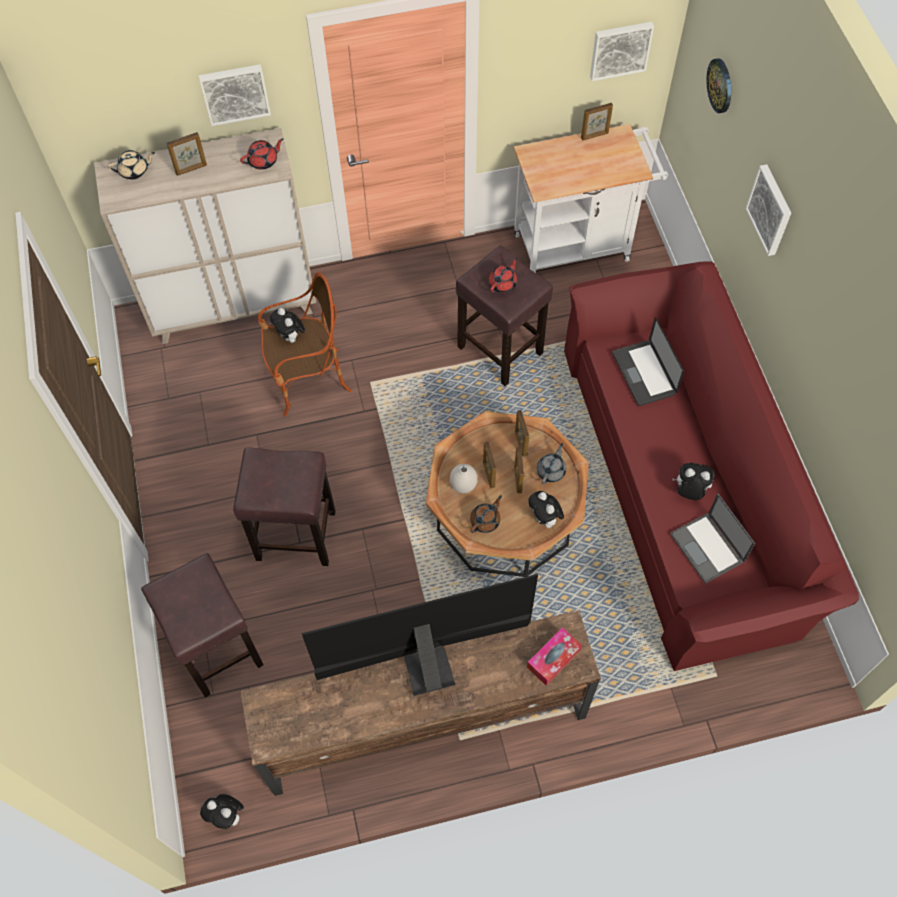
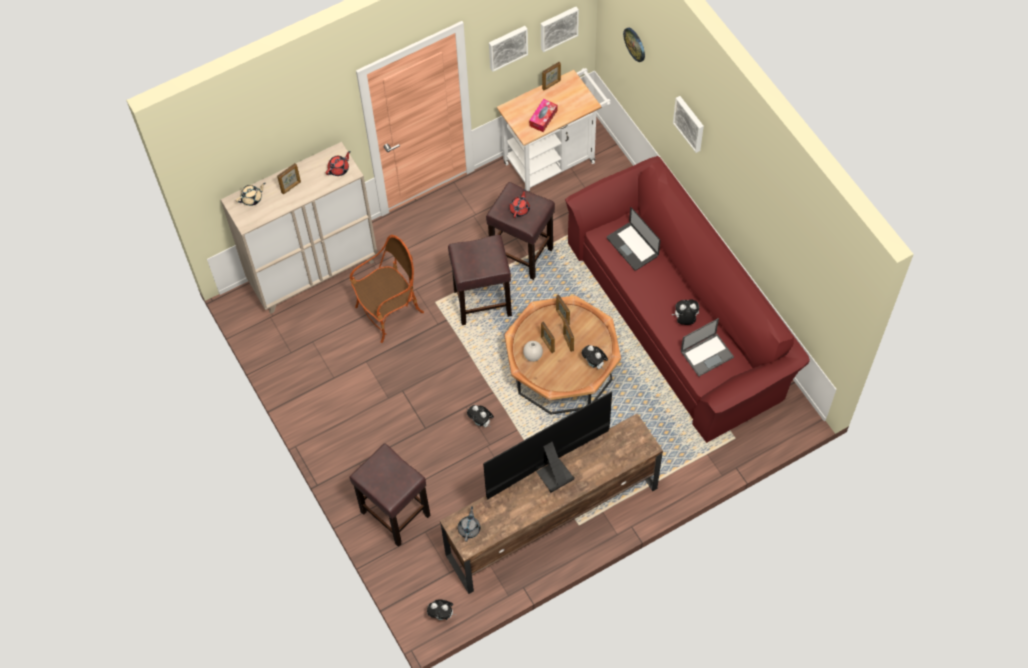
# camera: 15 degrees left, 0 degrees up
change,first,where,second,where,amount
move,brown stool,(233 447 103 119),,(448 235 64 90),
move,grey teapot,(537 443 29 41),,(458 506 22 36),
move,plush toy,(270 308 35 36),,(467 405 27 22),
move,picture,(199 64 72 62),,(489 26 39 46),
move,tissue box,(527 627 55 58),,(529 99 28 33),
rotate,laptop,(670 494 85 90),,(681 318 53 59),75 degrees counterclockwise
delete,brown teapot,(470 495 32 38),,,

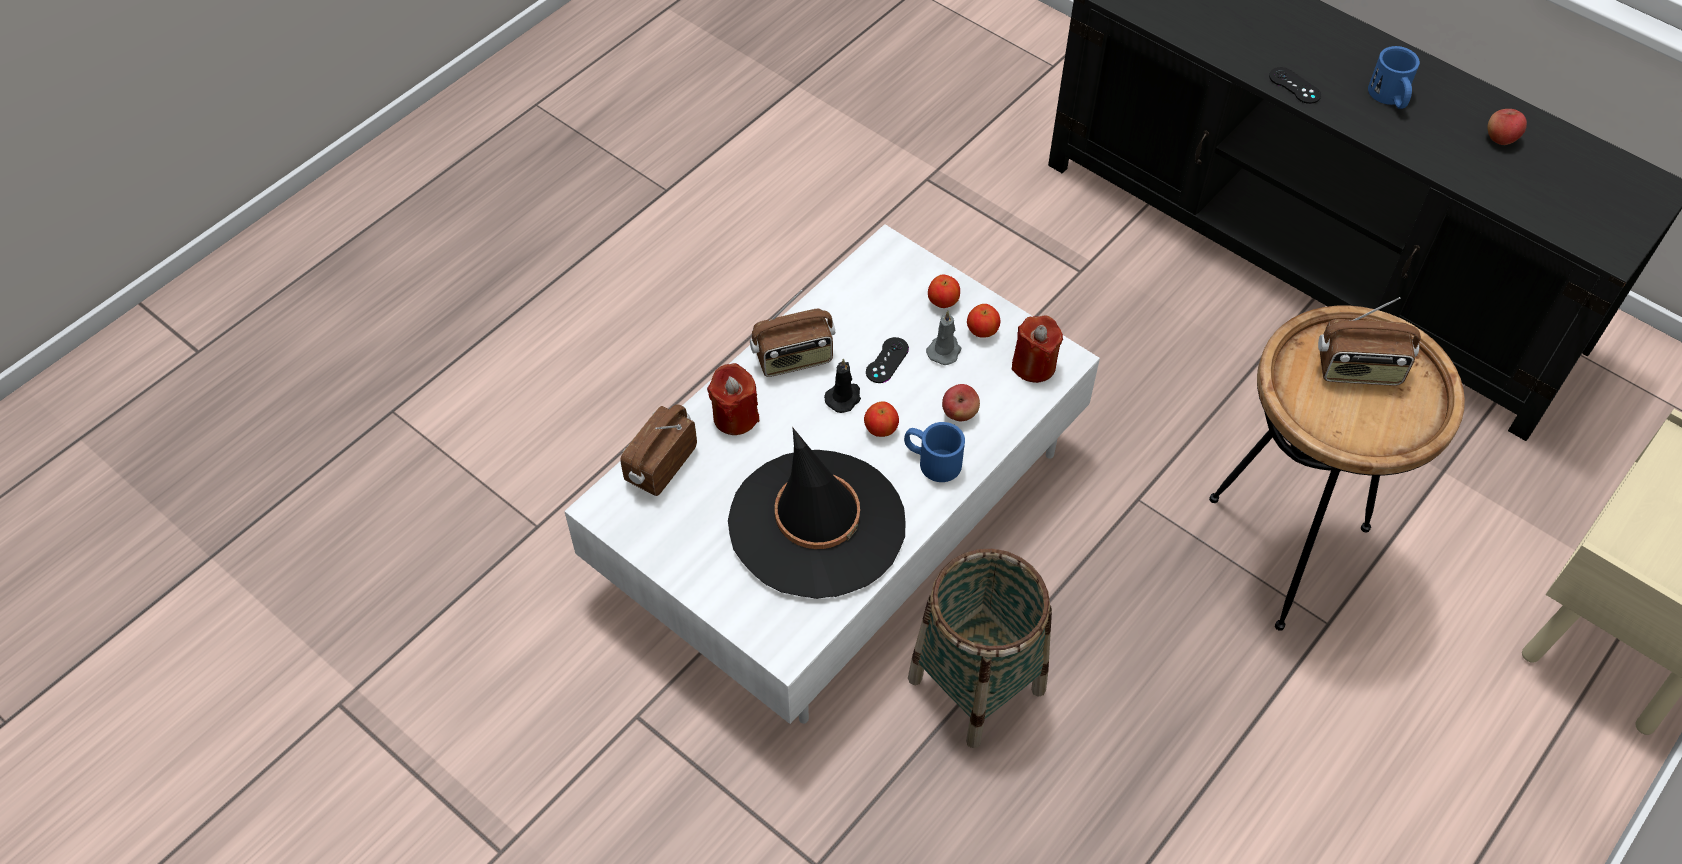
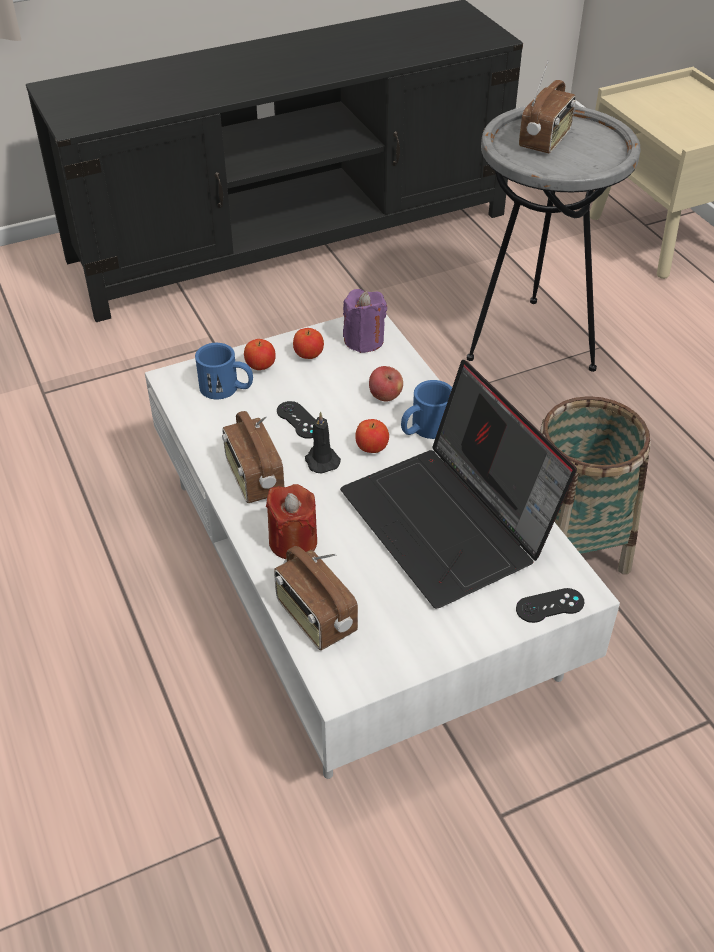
# camera: 65 degrees left, 10 degrees down
change,first,where,second,where,amount
move,blue mug,(1368 46 52 63),,(195 343 58 56),
rotate,radio,(750 290 85 87),,(222 411 63 92),150 degrees clockwise
replace,black hat,(728 428 178 171),laptop,(340 360 237 248),
recolor,red candle,(1012 315 51 68),purple candle,(343 289 44 64),
recolor,brown side table,(1209 306 256 325),grey side table,(467 106 173 266),
move,black game controller,(1269 67 52 37),,(516 588 68 35),
delete,grey candle,(926 311 35 54),,,
delete,apple,(1488 109 39 36),,,

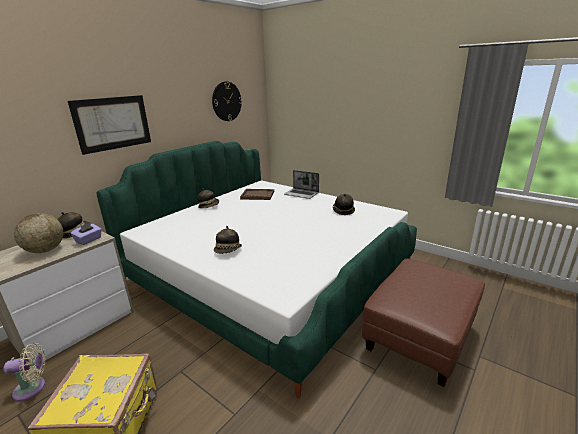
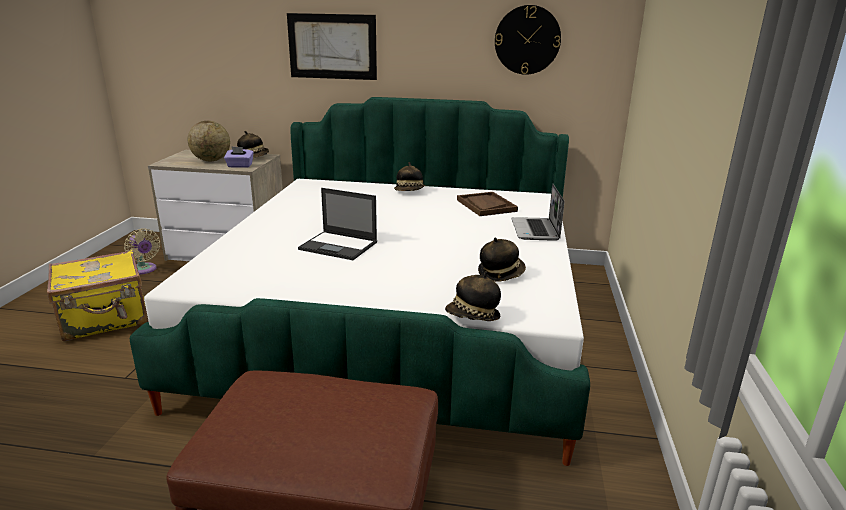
# camera: 60 degrees right, 0 degrees up
change,first,where,second,where,amount
insert,,,laptop,(298 188 79 72),
move,hat,(214 226 28 28),,(445 271 56 50),

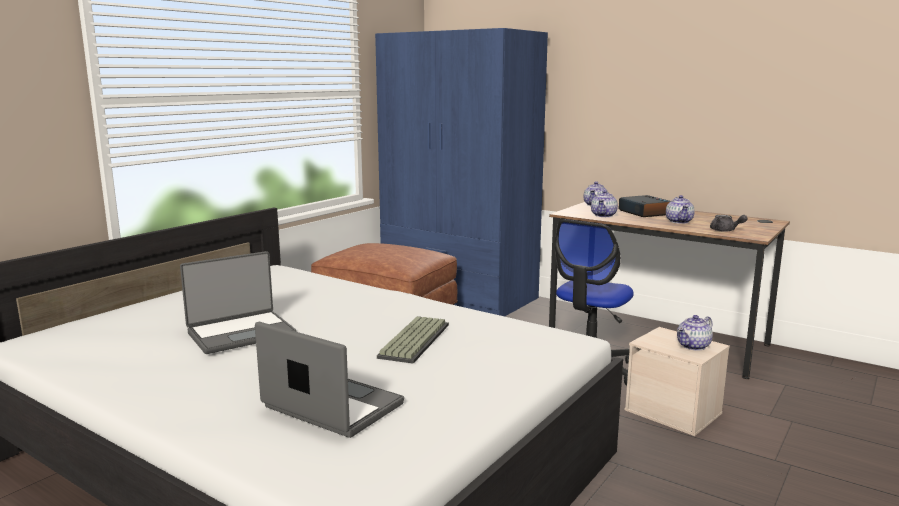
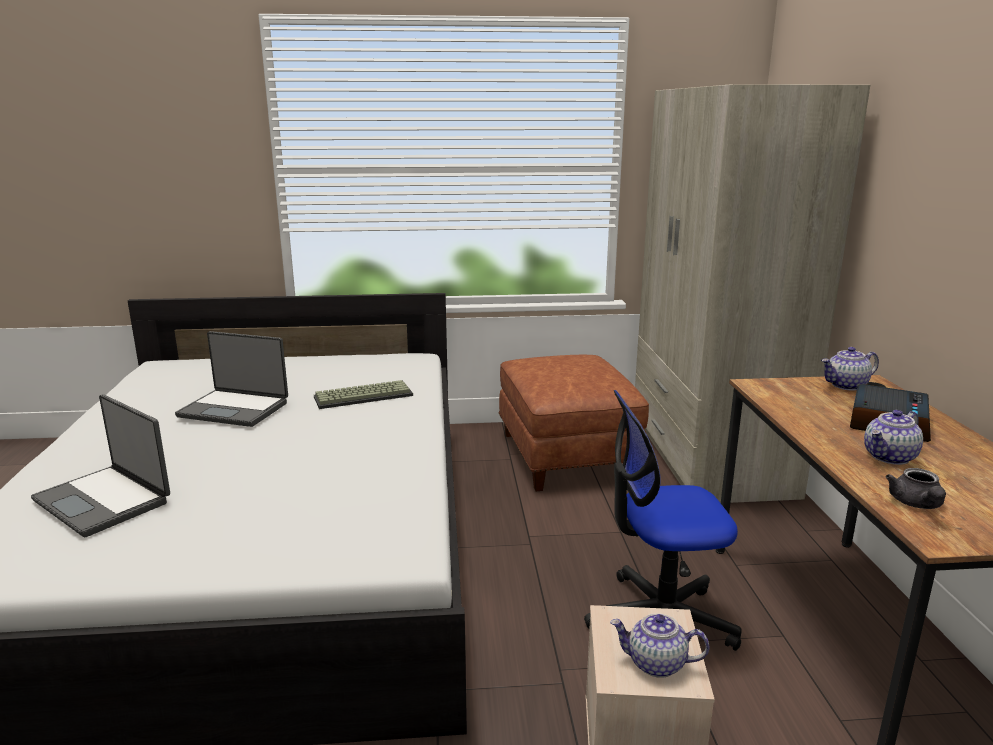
# camera: 50 degrees right, 5 degrees up
change,first,where,second,where,amount
rotate,laptop,(255 322 149 116),,(31 394 139 143),135 degrees clockwise
move,keyboard,(377 316 72 48),,(314 380 99 29),
recolor,blue wardrobe,(375 28 173 289),beige wardrobe,(635 84 235 419),
delete,teapot,(591 190 27 27),,,

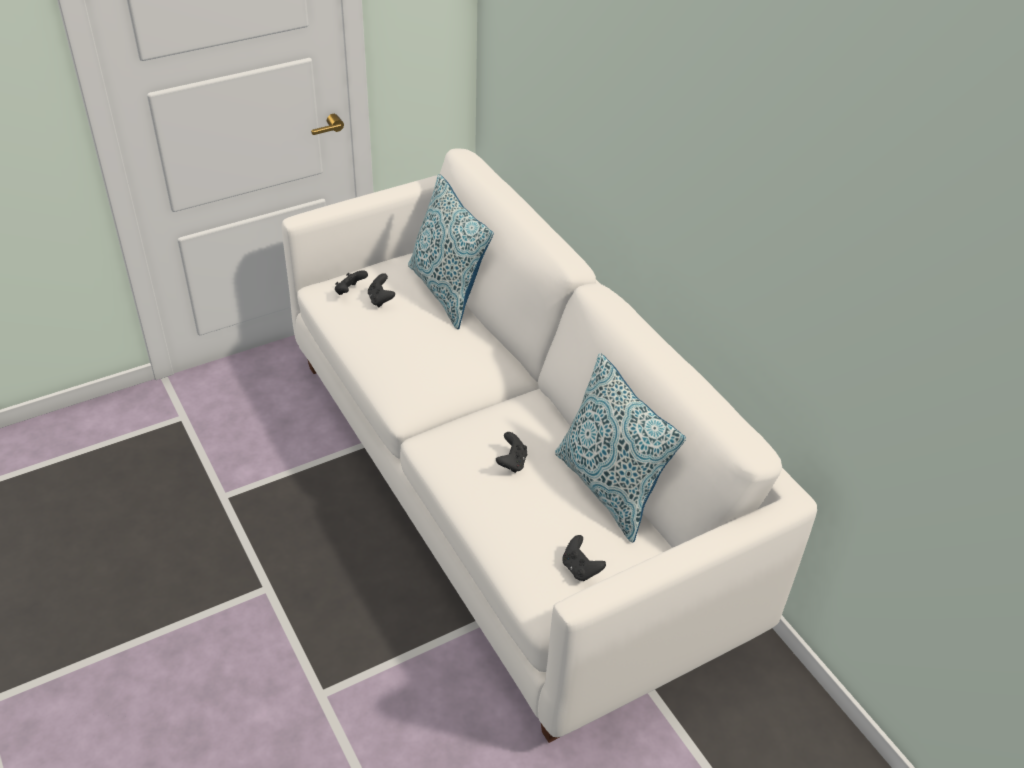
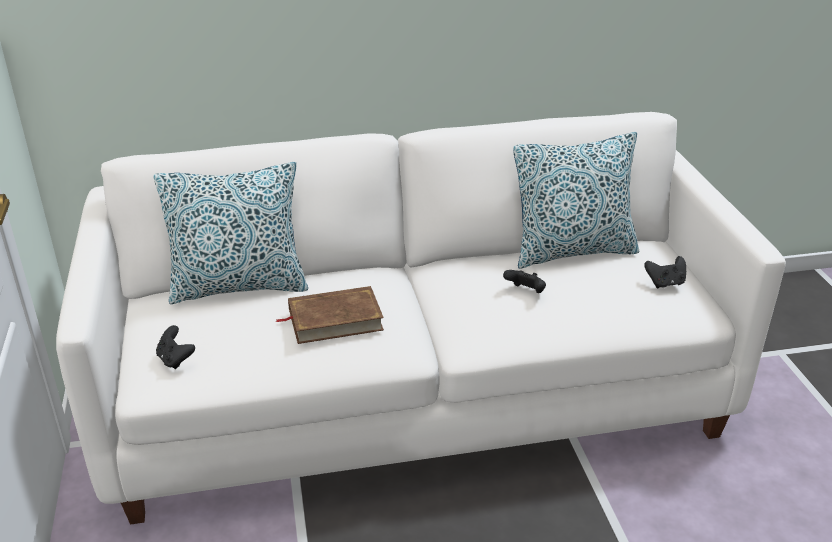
# camera: 70 degrees left, 10 degrees down
change,first,where,second,where,amount
insert,,,brown book,(276 286 108 58),
delete,black game controller,(368 273 27 34),,,

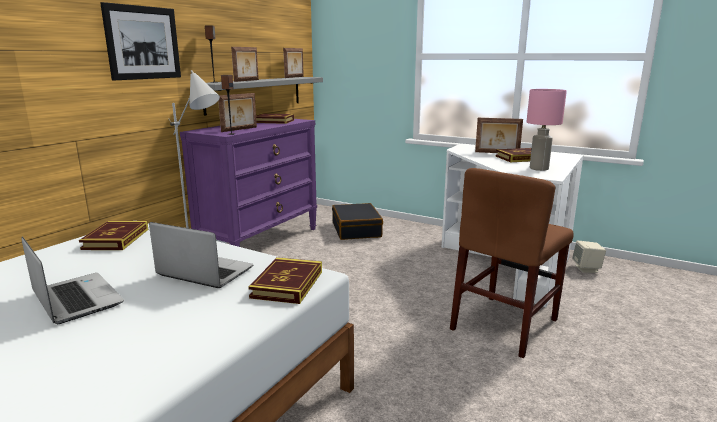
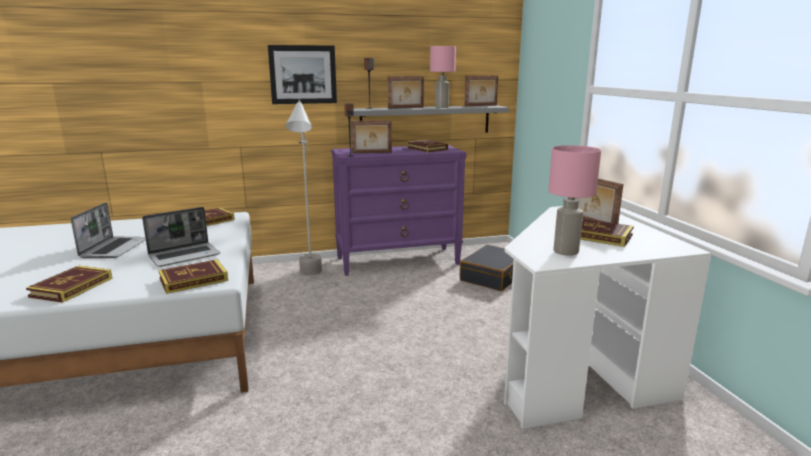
# camera: 45 degrees right, 0 degrees up
change,first,where,second,where,amount
insert,,,book,(26 266 86 37),
rotate,laptop,(149 222 104 66),,(142 207 78 60),75 degrees clockwise
insert,,,pink table lamp,(430 46 26 62),
delete,brown chair,(450 168 124 190),,,
delete,beige speaker,(572 241 34 32),,,

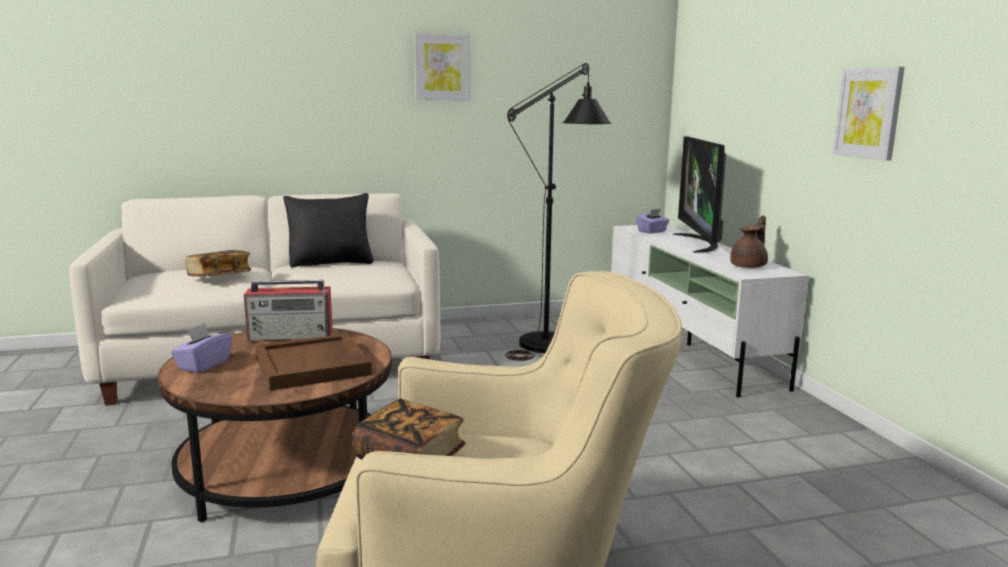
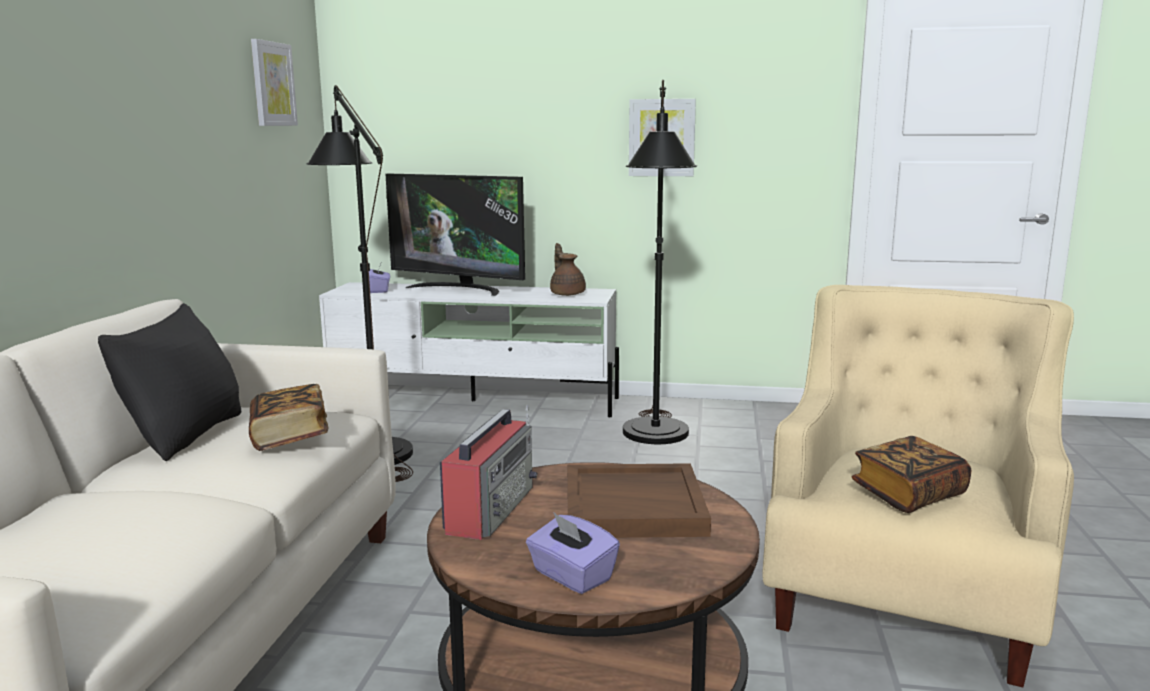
# camera: 65 degrees left, 0 degrees up
change,first,where,second,where,amount
move,book,(185 250 66 27),,(249 384 80 67),
move,picture,(414 33 56 67),,(251 39 47 87),
insert,,,black floor lamp,(623 80 74 364),

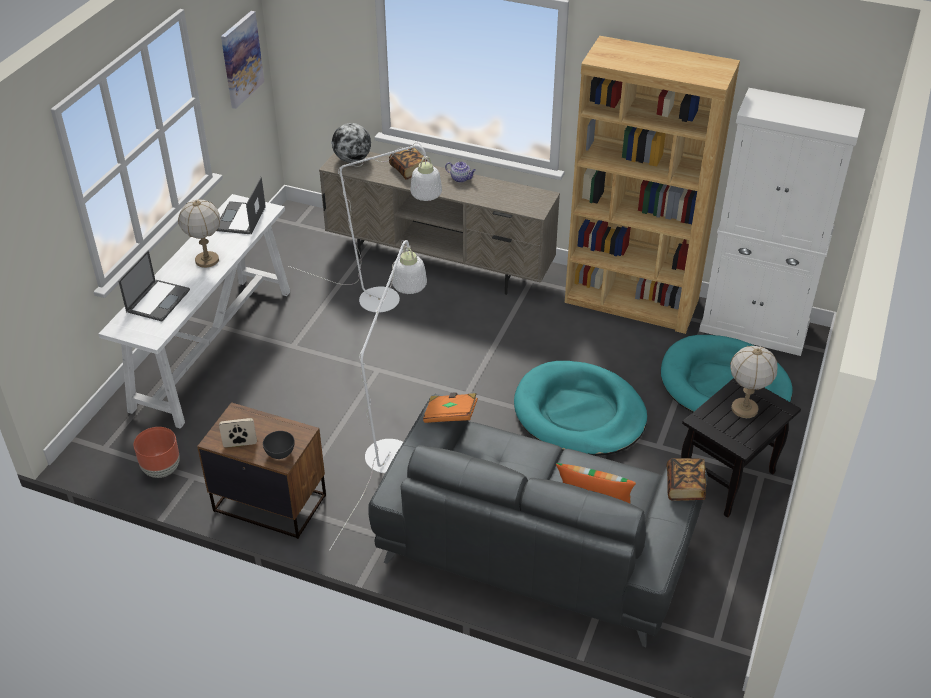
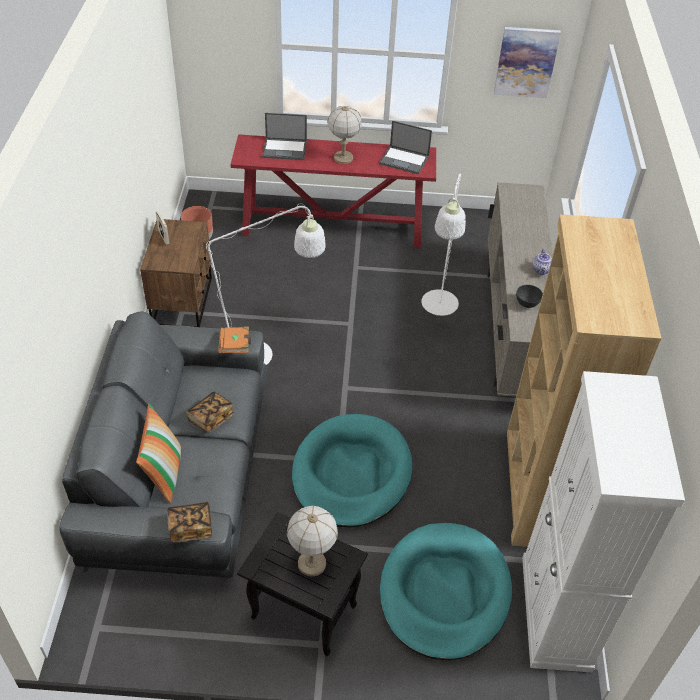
# camera: 70 degrees right, 5 degrees up
change,first,where,second,where,amount
move,book,(389 146 38 34),,(186 392 48 41),
recolor,white console table,(98 194 192 235),red console table,(231 134 205 114),
rotate,laptop,(216 177 50 57),,(379 121 53 53),150 degrees counterclockwise
move,grey bowl,(263 431 31 28),,(516 285 27 23),
delete,globe,(332 123 39 40),,,

